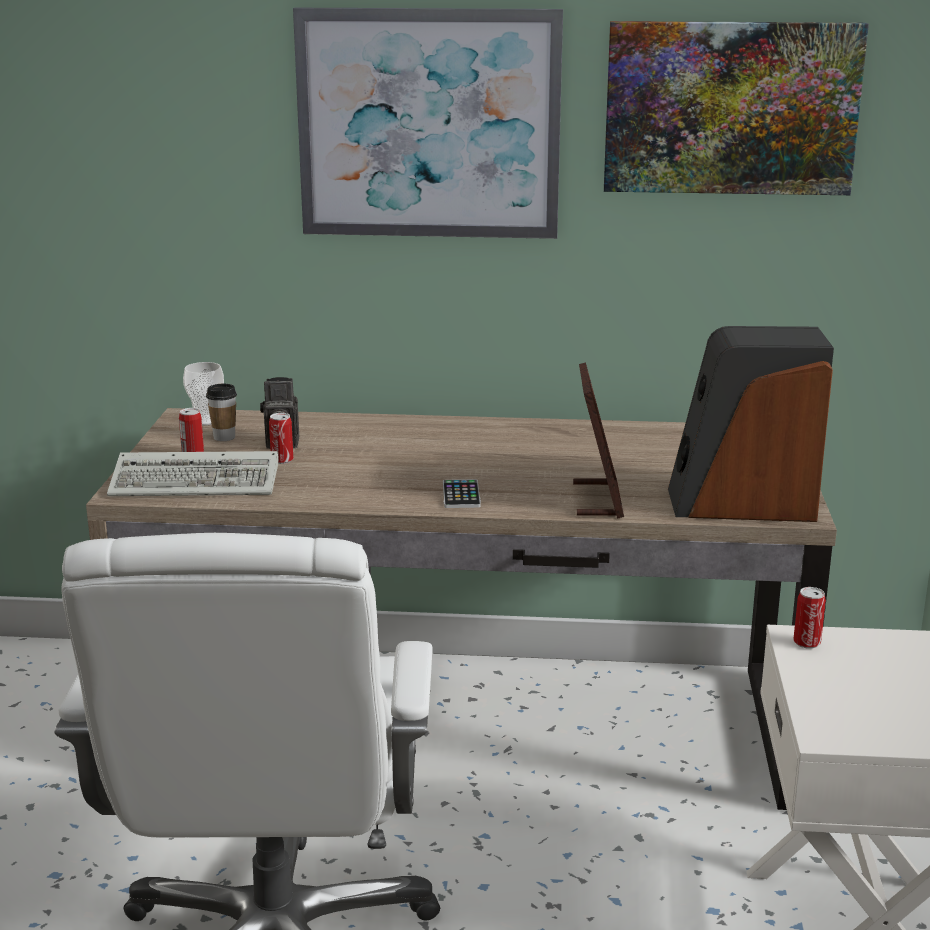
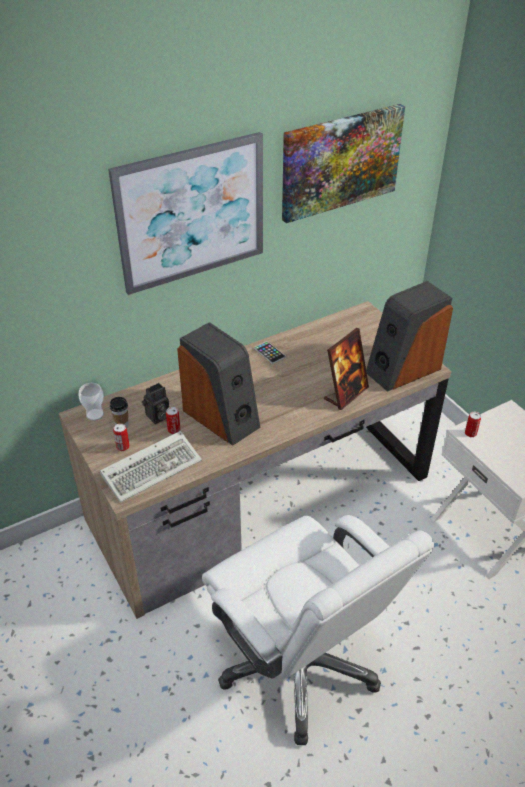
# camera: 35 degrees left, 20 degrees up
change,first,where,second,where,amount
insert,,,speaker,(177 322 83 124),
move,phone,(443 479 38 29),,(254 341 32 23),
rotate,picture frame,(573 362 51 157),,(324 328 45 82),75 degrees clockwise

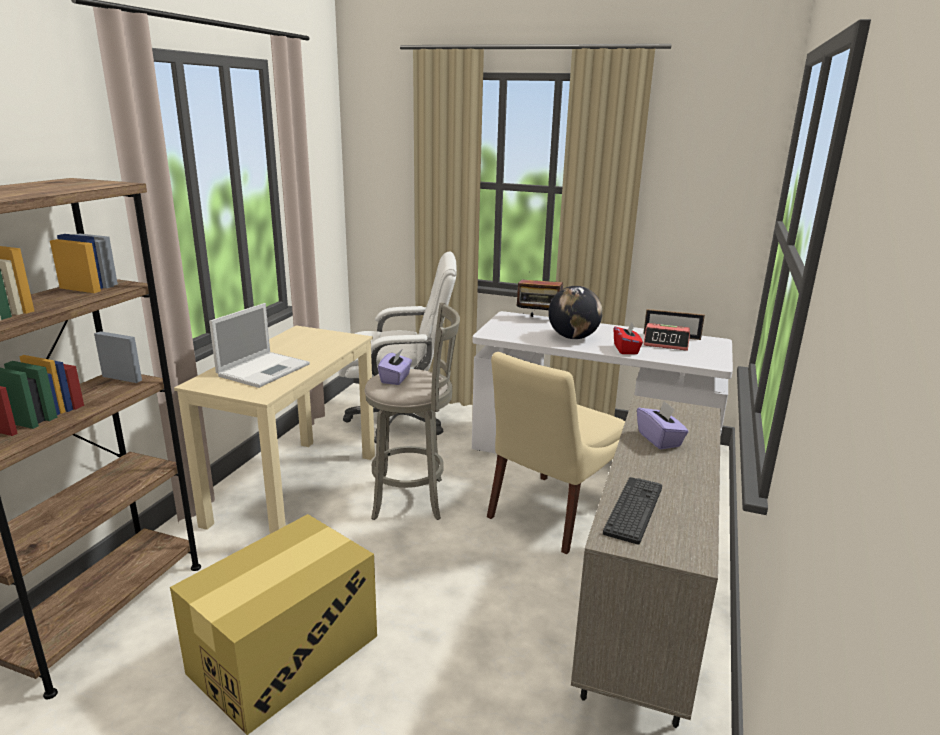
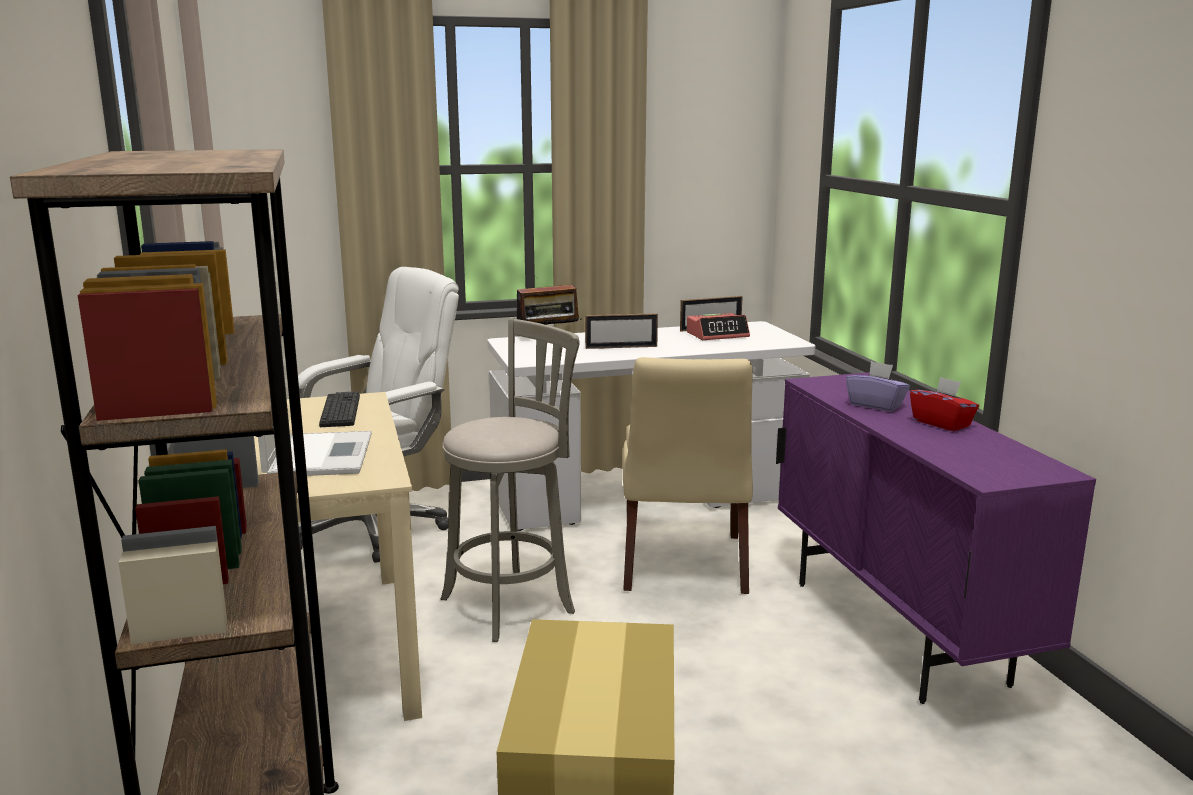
# camera: 35 degrees left, 5 degrees down
change,first,where,second,where,amount
move,keyboard,(603 477 59 68),,(319 391 41 36),
replace,globe,(548 286 55 53),picture frame,(585 313 73 36),
recolor,beige cabinet,(571 395 150 333),purple cabinet,(776 372 320 332),
move,red tissue box,(614 322 29 32),,(910 376 69 55),
delete,purple tissue box,(378 350 34 35),,,

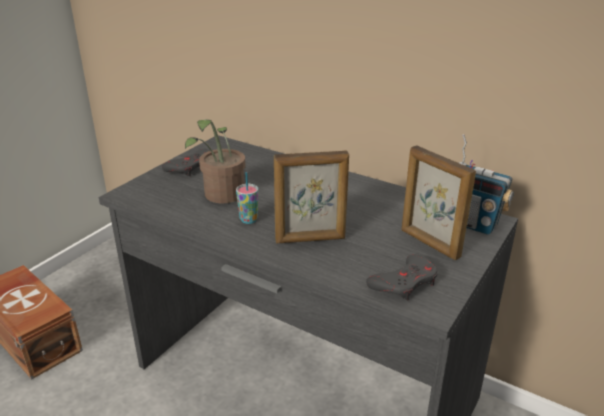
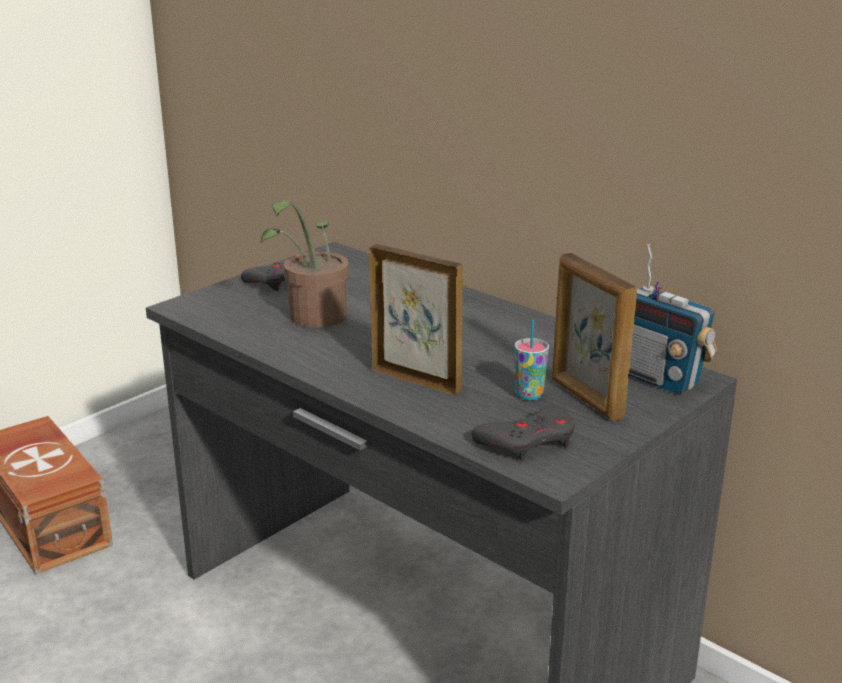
# camera: 10 degrees right, 5 degrees down
change,first,where,second,where,amount
rotate,picture frame,(274 150 75 93),,(369 244 94 151),150 degrees counterclockwise
move,cup,(236 172 22 52),,(514 319 35 81),

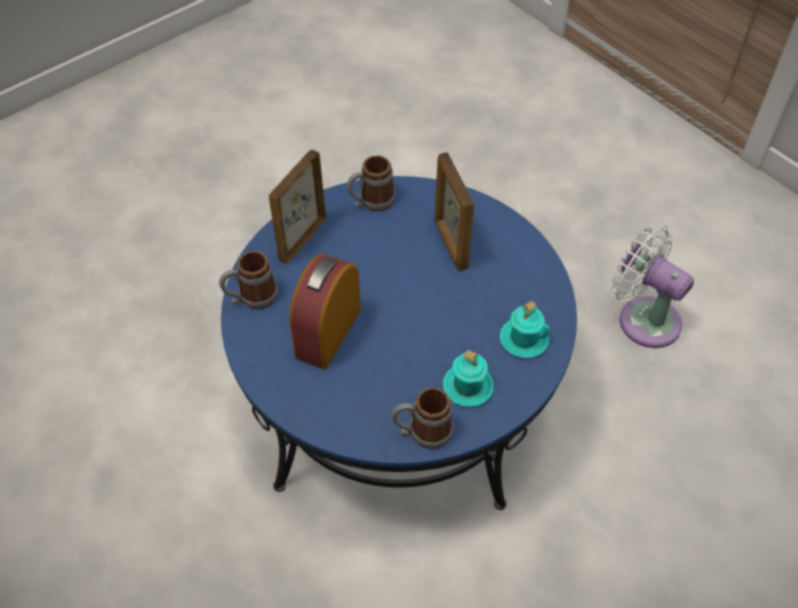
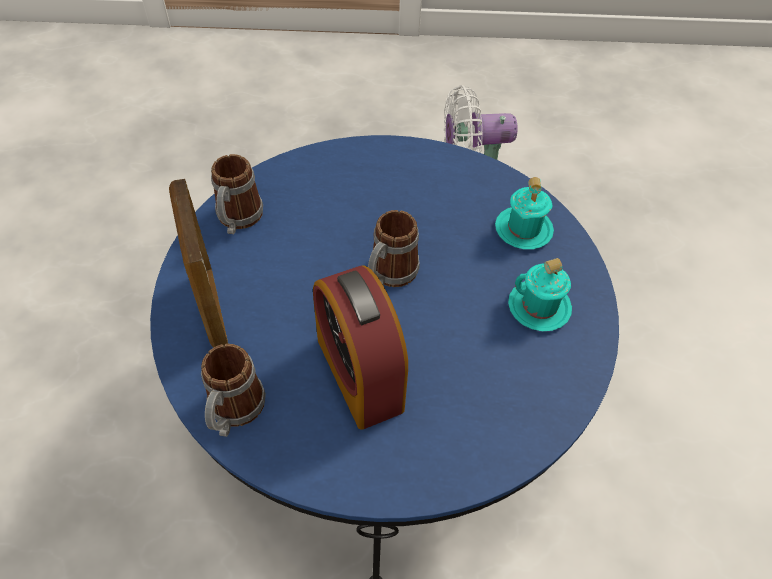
# camera: 50 degrees left, 0 degrees up
change,first,where,second,where,amount
move,mug,(392 387 61 62),,(368 210 52 77),
delete,picture frame,(434 152 40 119),,,

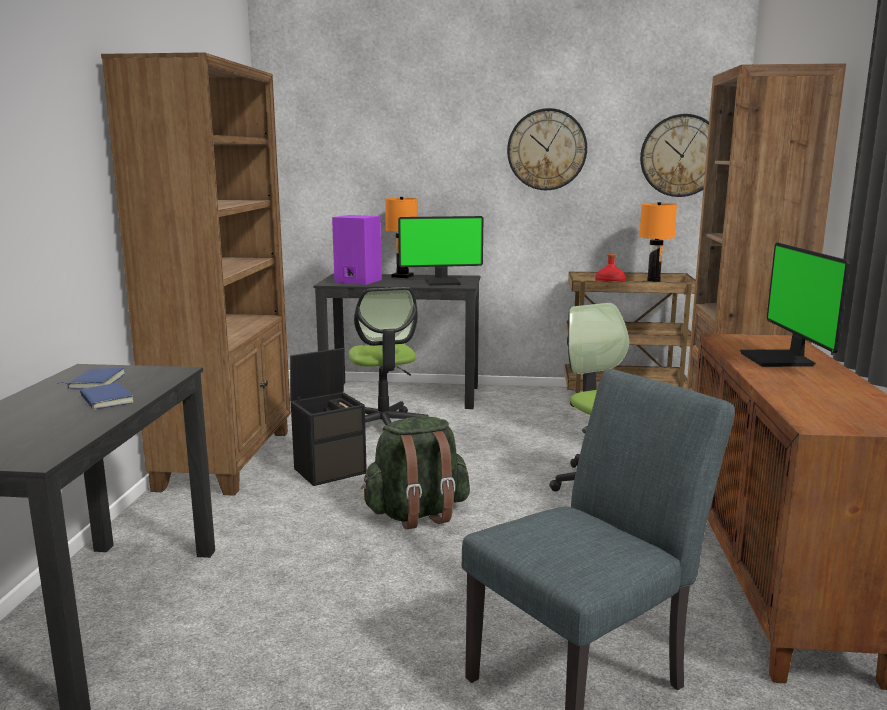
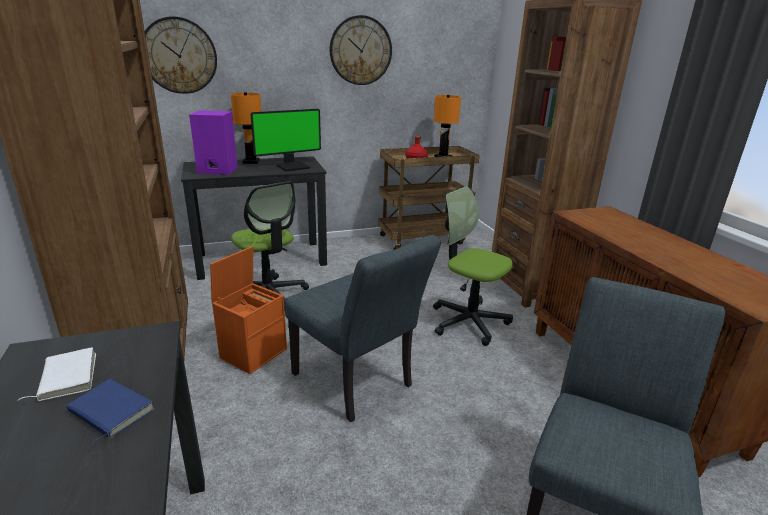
# camera: 25 degrees left, 10 degrees up
change,first,where,second,where,amount
recolor,blue book,(57 368 68 21),white book,(18 347 78 54),
move,wall clock,(640 114 69 83),,(145 16 72 78),
recolor,black storage box,(290 348 77 138),orange storage box,(210 246 77 128),
replace,green backpack,(361 416 109 113),grey chair,(285 235 156 187),
delete,monitor,(740 243 110 124),,,

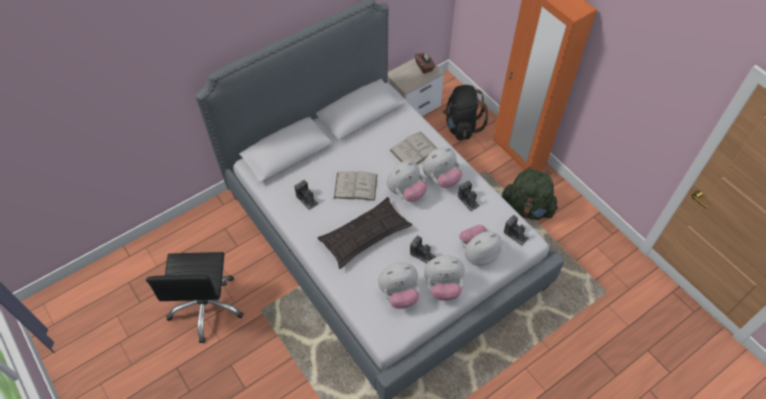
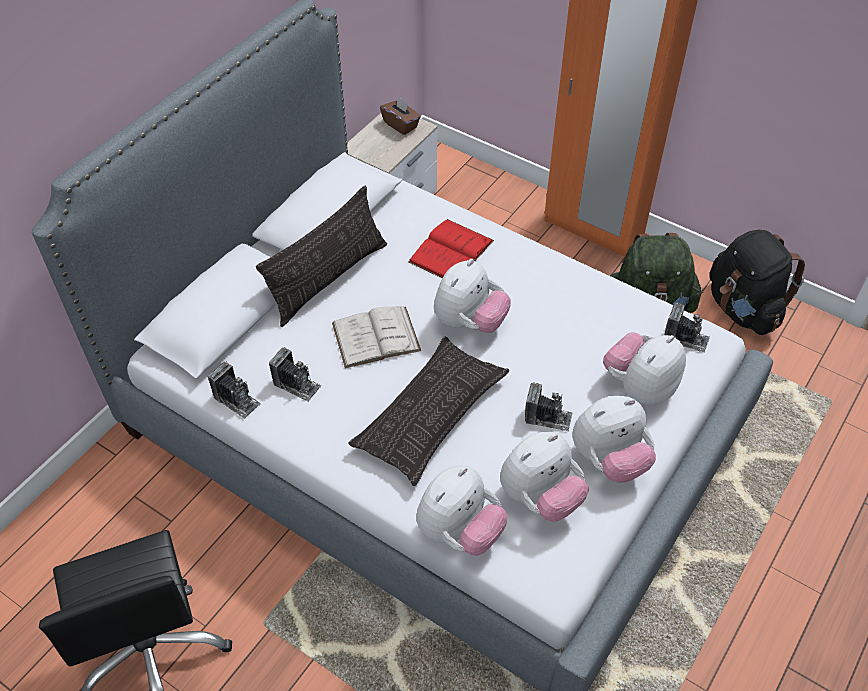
# camera: 20 degrees left, 5 degrees down
change,first,where,second,where,amount
move,photo camera,(458 181 22 31),,(208 362 53 57),
insert,,,pillow,(256 186 131 141),
recolor,white book,(390 132 47 32),red book,(408 219 86 59),
move,plush toy,(423 147 39 41),,(416 465 92 91),
move,black backpack,(443 85 46 55),,(709 230 96 105),

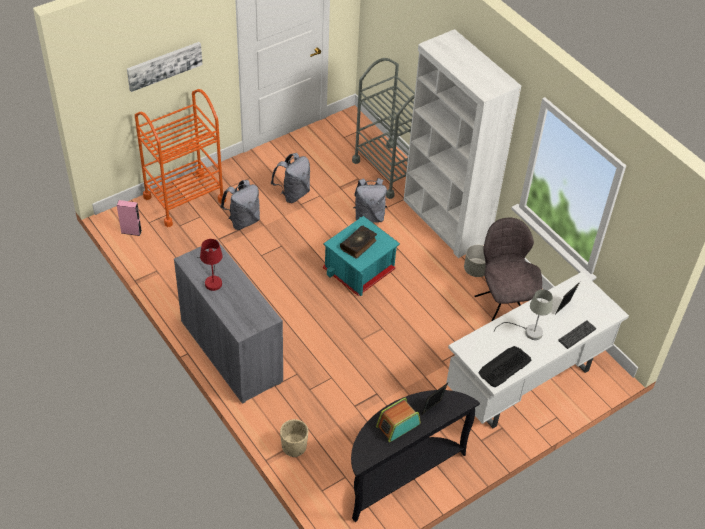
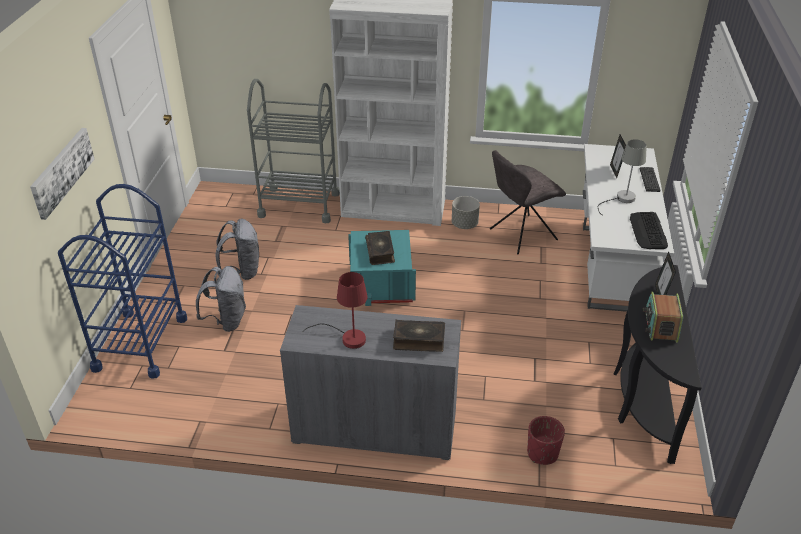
# camera: 45 degrees left, 10 degrees down
change,first,where,second,where,amount
recolor,orange cart,(135 89 91 138),blue cart,(58 184 129 195),
insert,,,book,(393 320 52 32),
rotate,grey chair,(474 218 68 103),,(490 150 76 104),60 degrees counterclockwise
recolor,beige planter,(280 419 28 38),red planter,(527 416 38 49),
delete,pink speaker,(117 200 25 36),,,
delete,grey backpack,(353 178 34 45),,,

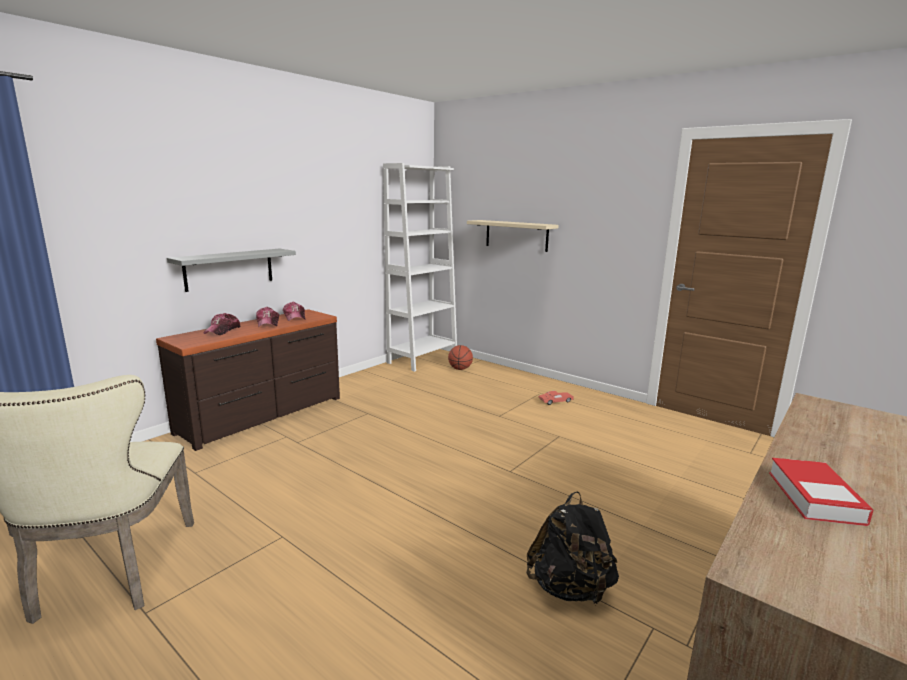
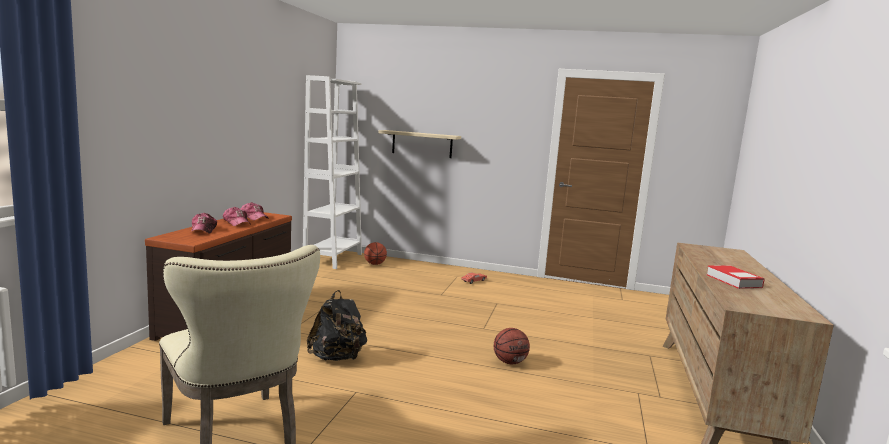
# camera: 25 degrees left, 5 degrees down
change,first,where,second,where,amount
move,black backpack,(526 492 93 114),,(307 290 60 71),
insert,,,basketball,(494 328 36 36),
delete,grey shelf,(167 249 129 43),,,

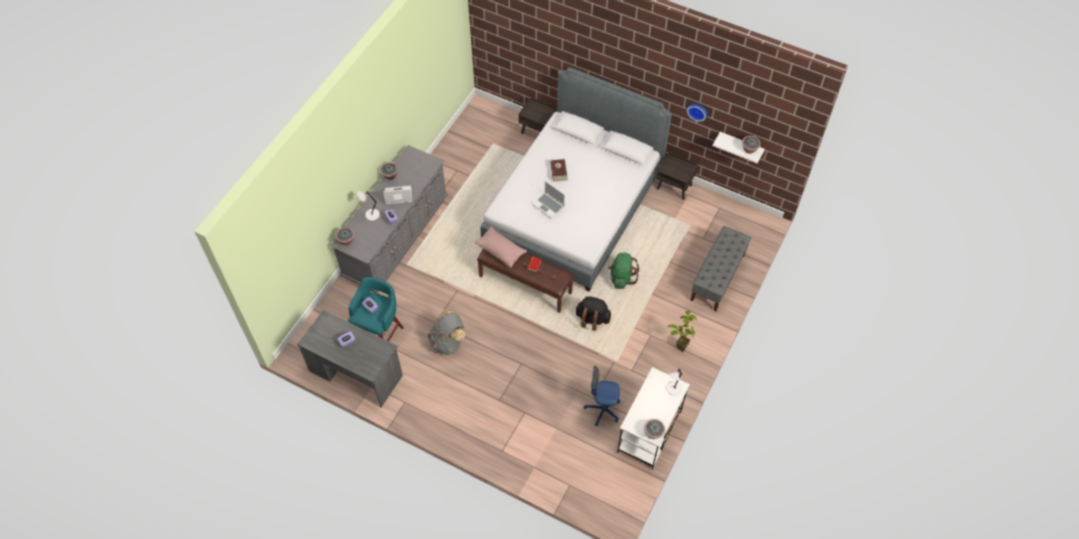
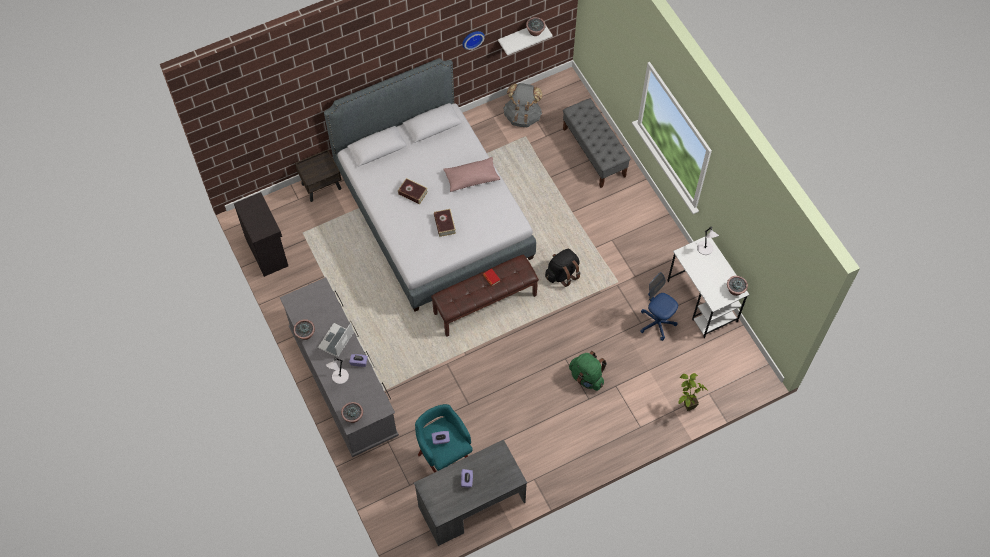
# camera: 55 degrees left, 5 degrees up
change,first,where,second,where,amount
insert,,,black cabinet,(234 192 54 85),
replace,laptop,(532 181 33 38),book,(434 209 22 28),
move,pink pillow,(475 227 52 41),,(443 157 57 35),
move,grey backpack,(428 310 37 45),,(503 83 39 44),
move,green backpack,(608 253 31 36),,(569 351 38 40),
rotate,blue office chair,(584 366 36 60),,(640 272 38 69),90 degrees clockwise
move,potted plant,(667 311 30 41),,(679 373 29 38),
delete,brown nightstand,(657 152 41 48),,,

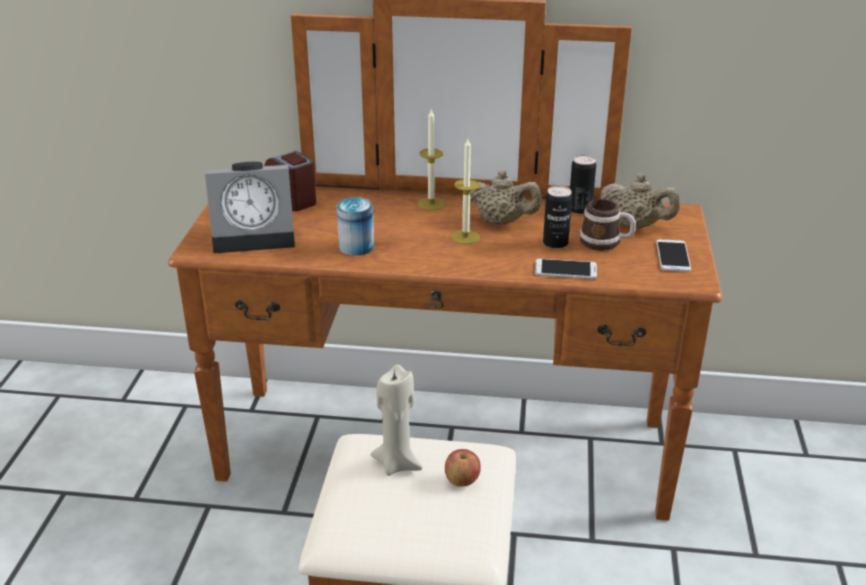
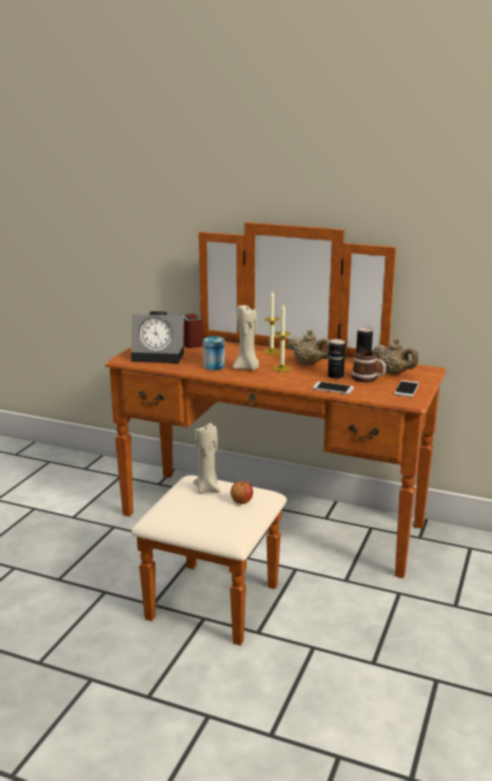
# camera: 15 degrees right, 10 degrees down
change,first,where,second,where,amount
insert,,,beige candle,(233 305 26 65),

